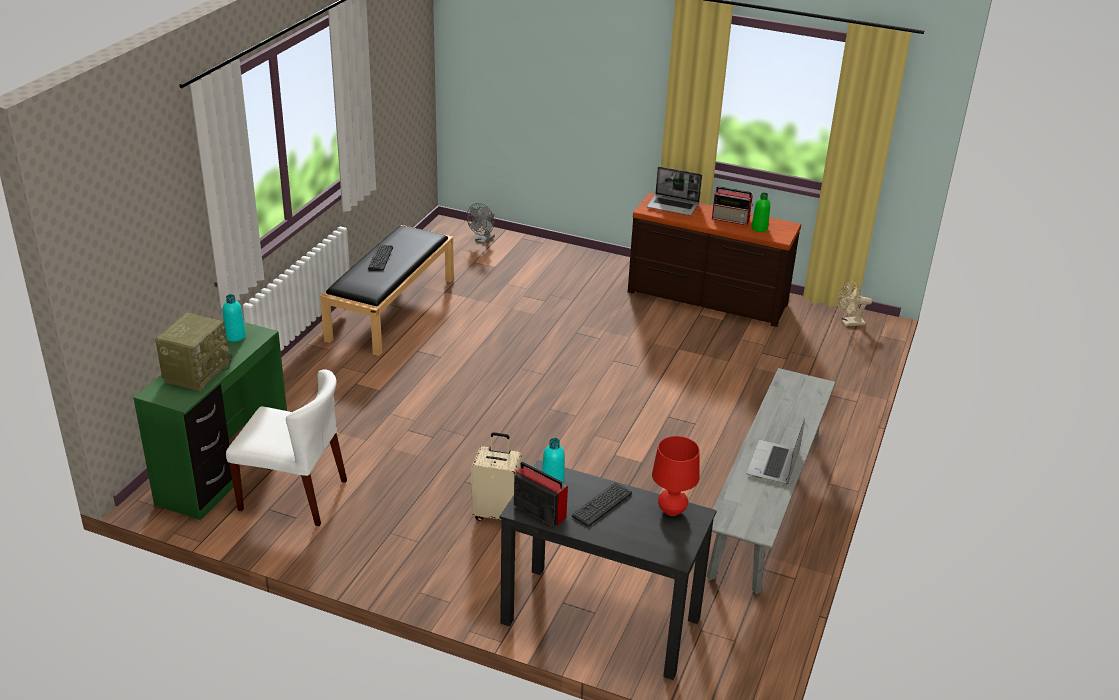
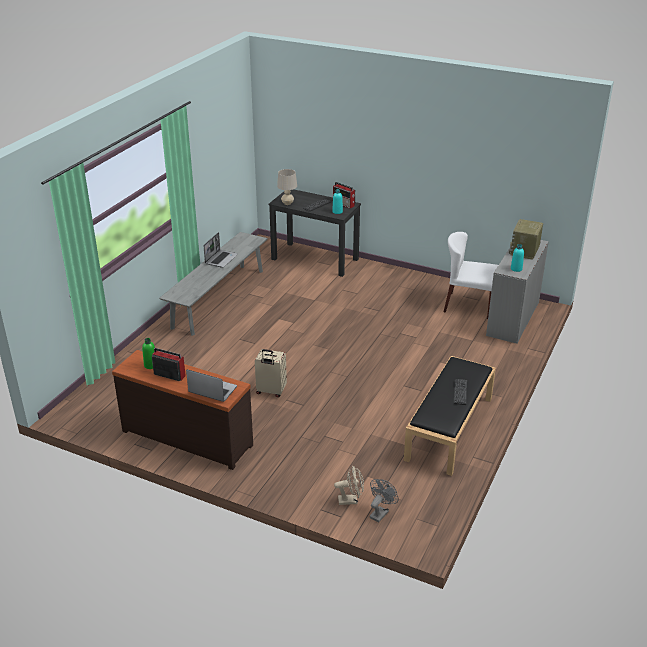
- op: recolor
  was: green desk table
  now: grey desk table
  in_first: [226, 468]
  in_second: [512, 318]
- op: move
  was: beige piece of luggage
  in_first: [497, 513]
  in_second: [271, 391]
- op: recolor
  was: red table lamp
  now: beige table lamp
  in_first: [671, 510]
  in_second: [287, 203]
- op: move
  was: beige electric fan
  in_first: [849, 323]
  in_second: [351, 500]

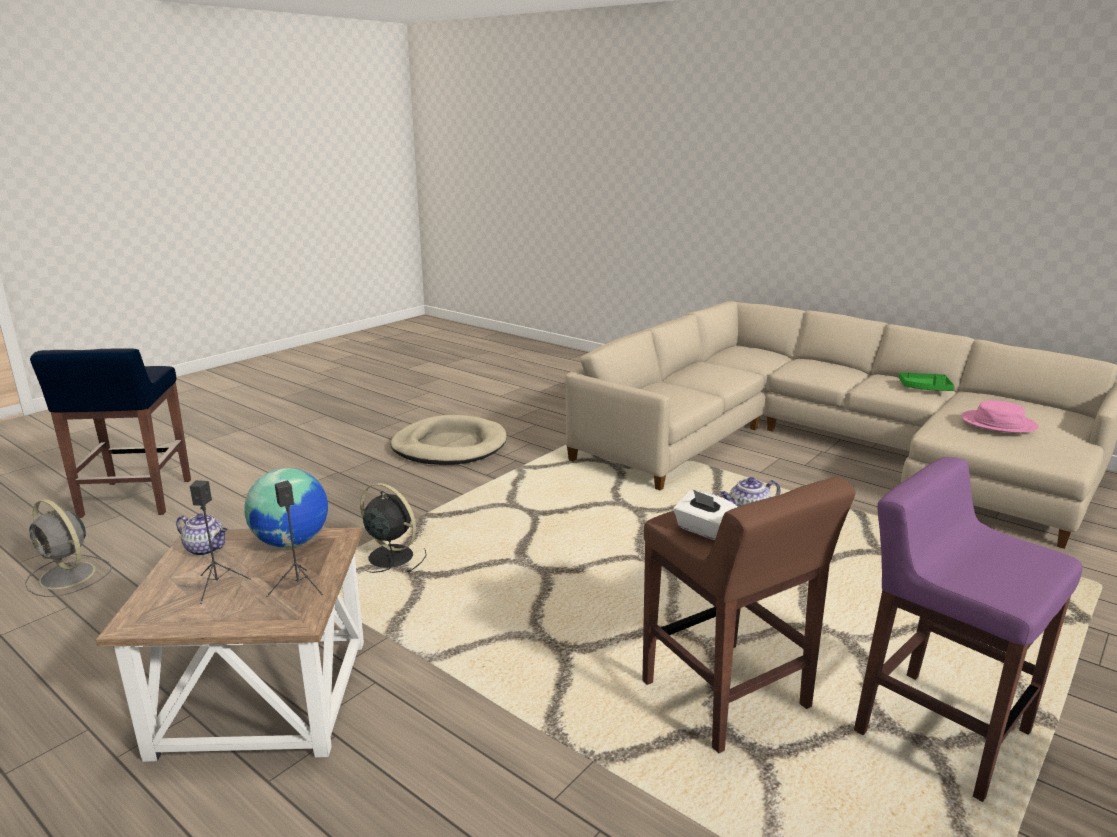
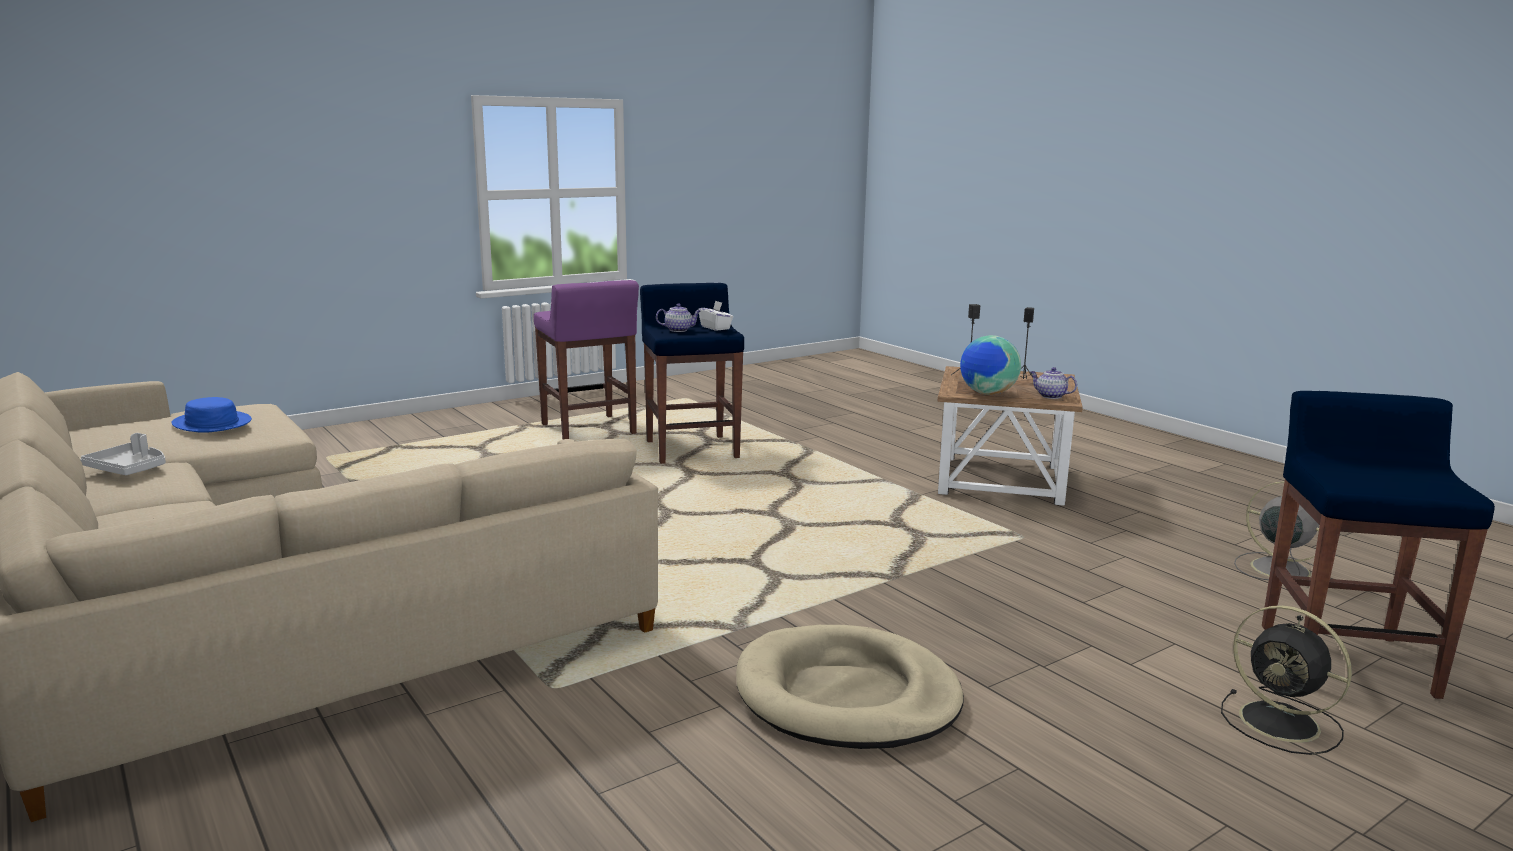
- op: move
  was: black electric fan
  in_first: [389, 556]
  in_second: [1282, 723]
- op: recolor
  was: brownish stool
  now: bluish stool
  in_first: [726, 696]
  in_second: [692, 449]
- op: recolor
  was: green tray
  now: grey tray
  in_first: [925, 388]
  in_second: [129, 469]
- op: recolor
  was: pink wearable hat
  now: bluish wearable hat
  in_first: [998, 423]
  in_second: [212, 423]

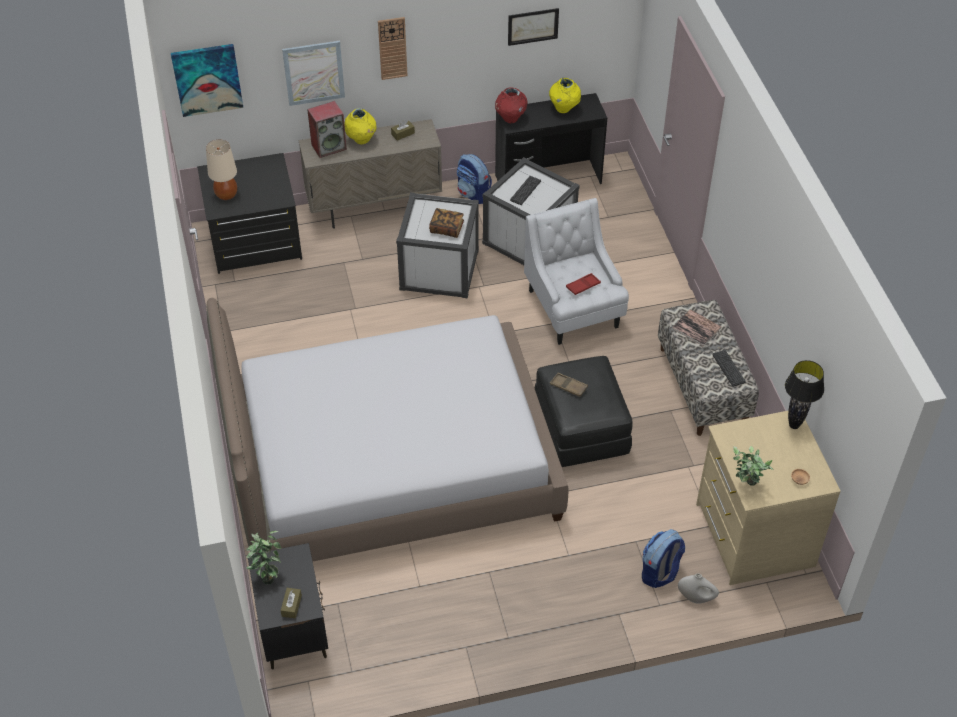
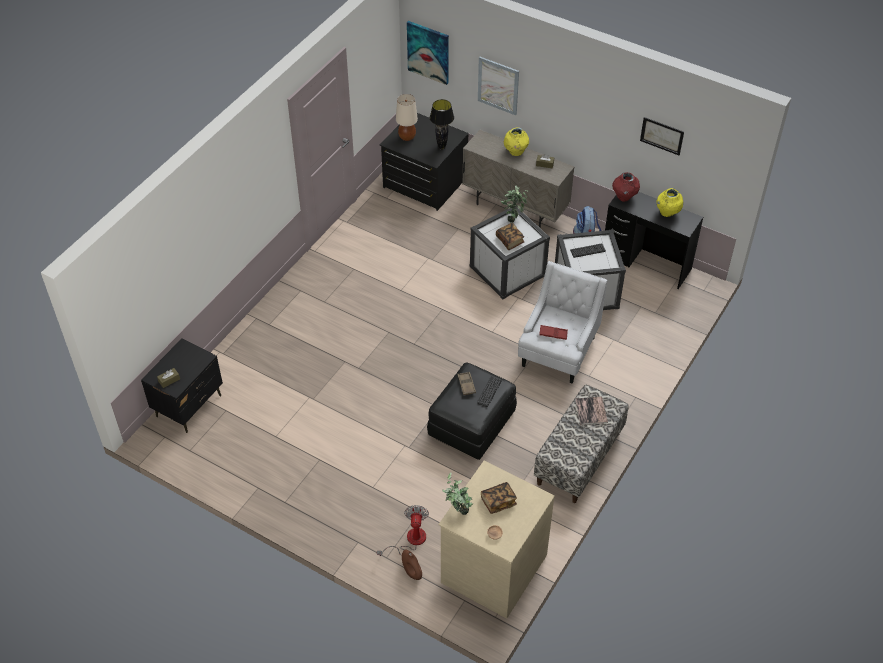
- op: delete
  was: bed
  in_first: [390, 465]
- op: move
  was: potted plant
  in_first: [267, 574]
  in_second: [513, 218]
- op: delete
  was: loudspeaker
  in_first: [329, 146]
- op: delete
  was: wall clock
  in_first: [392, 48]
- op: replace
  was: backpack
  now: electric fan
  in_first: [660, 572]
  in_second: [410, 540]
- op: recolor
  was: white decorative vase
  now: brownish decorative vase
  in_first: [696, 597]
  in_second: [412, 572]
- op: move
  was: keyboard
  in_first: [728, 368]
  in_second: [489, 391]
- op: move
  was: black table lamp
  in_first: [793, 425]
  in_second: [441, 147]
- op: insert
  now: volume
  in_second: [498, 501]

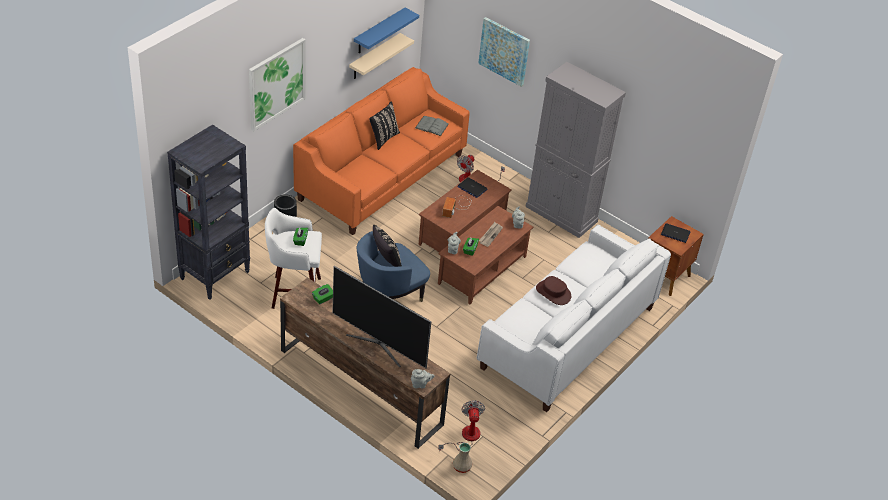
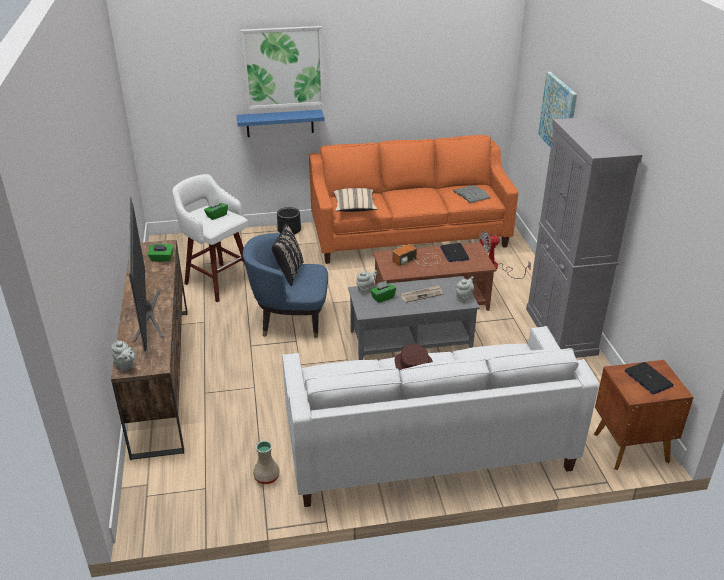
- op: delete
  was: black shelving unit
  in_first: [215, 275]
- op: delete
  was: beige wall shelf
  in_first: [374, 57]
- op: move
  was: bluish wall shelf
  in_first: [379, 31]
  in_second: [280, 123]
- op: delete
  was: black pillow
  in_first: [383, 138]
- op: recolor
  was: brownish low table
  now: grey low table
  in_first: [483, 270]
  in_second: [410, 341]
- op: delete
  was: electric fan
  in_first: [465, 437]
- op: move
  was: beige decorative vase
  in_first: [461, 467]
  in_second: [266, 477]
- op: insert
  now: beige pillow
  in_second: [354, 208]

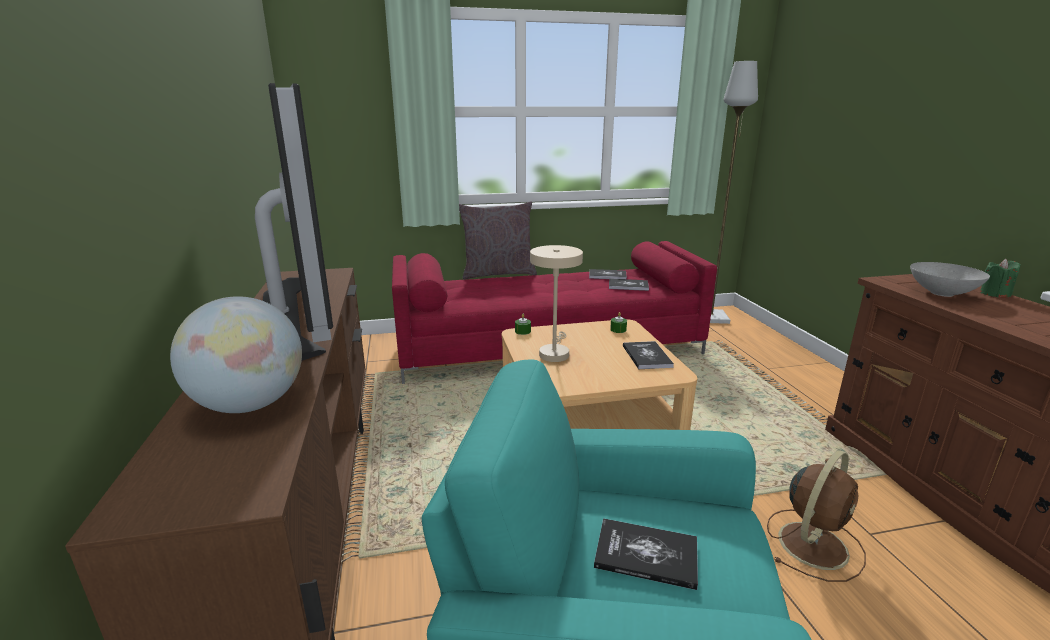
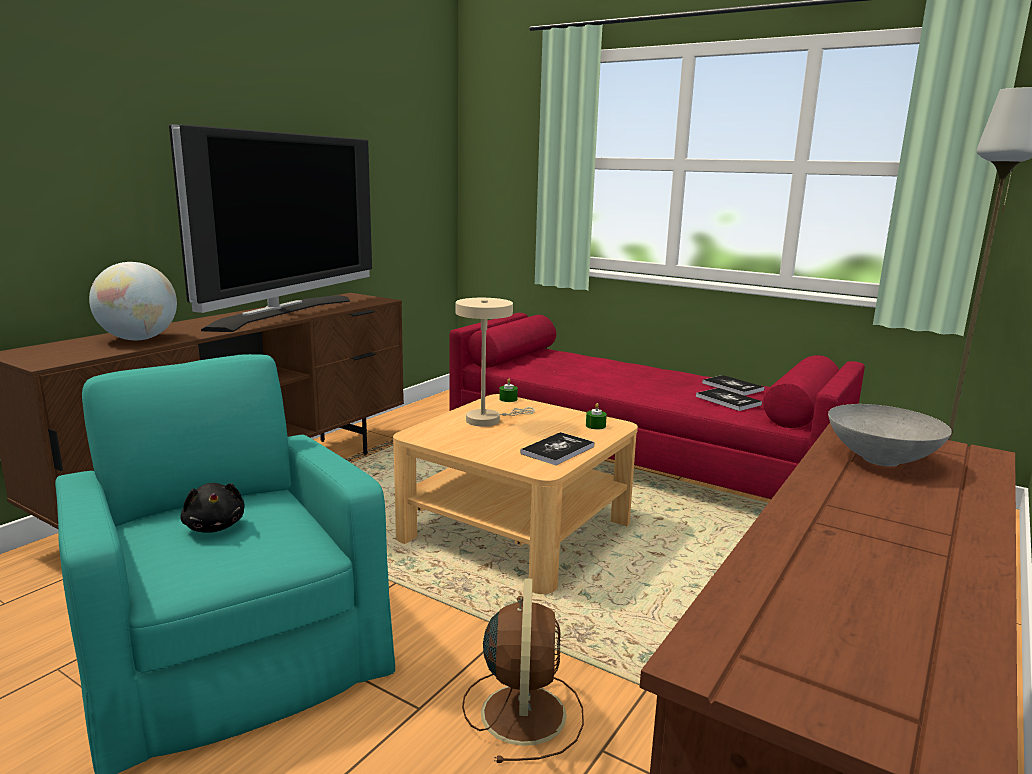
- op: delete
  was: grey pillow
  in_first: [498, 274]
- op: replace
  was: volume
  now: black soft toy
  in_first: [646, 554]
  in_second: [215, 526]
- op: rotate
  was: brownish electric fan
  in_first: [814, 543]
  in_second: [523, 711]
  clockwise: -90
- op: delete
  was: green candle
  in_first: [994, 294]

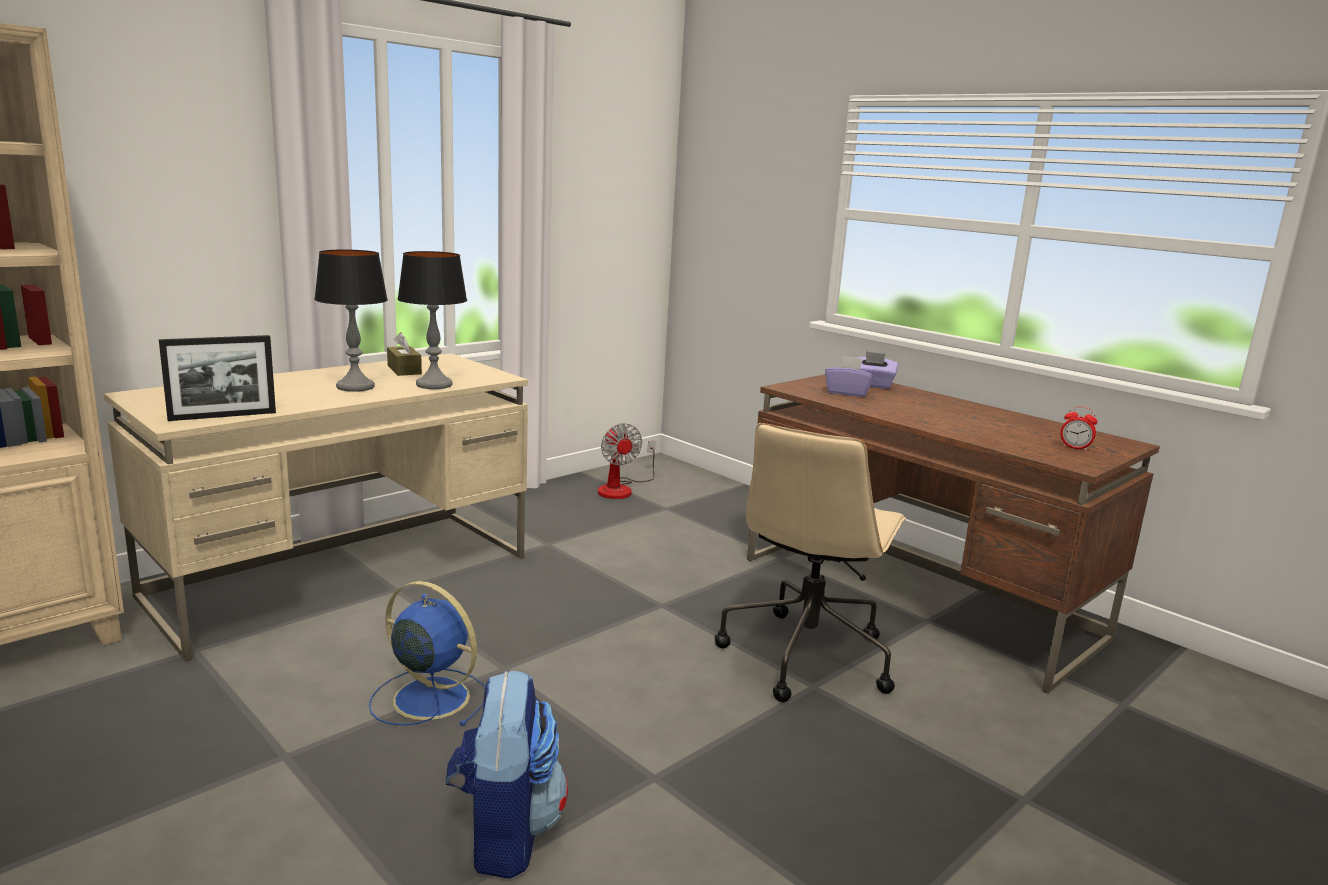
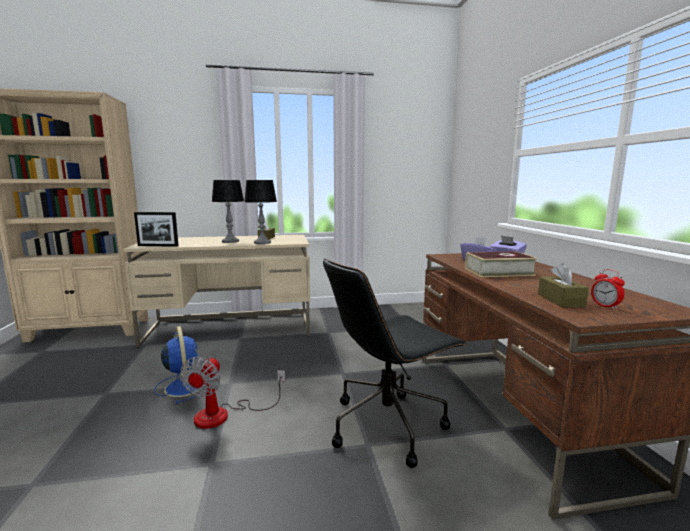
- op: delete
  was: backpack
  in_first: [504, 833]
- op: move
  was: electric fan
  in_first: [621, 489]
  in_second: [224, 415]
- op: recolor
  was: beige office chair
  now: black office chair
  in_first: [806, 655]
  in_second: [388, 424]
- op: insert
  now: volume
  in_second: [498, 272]
- op: insert
  now: brownish tissue holder
  in_second: [560, 300]

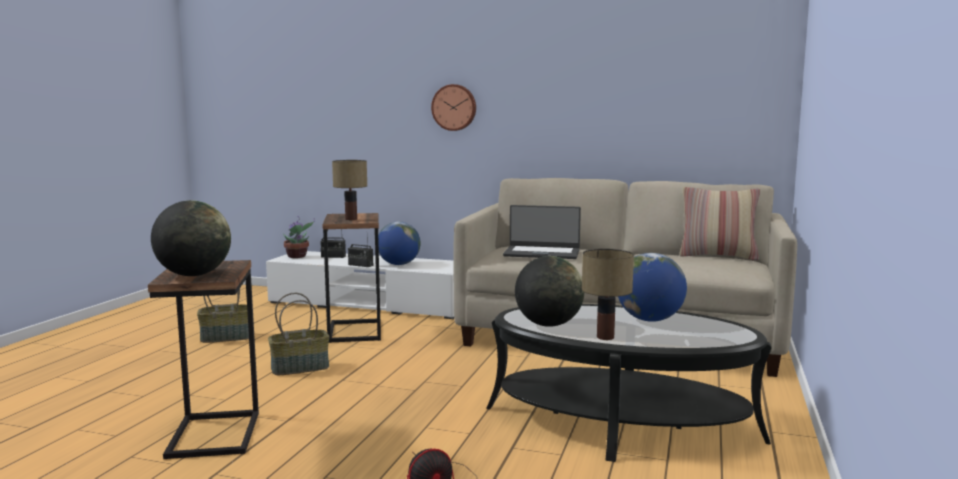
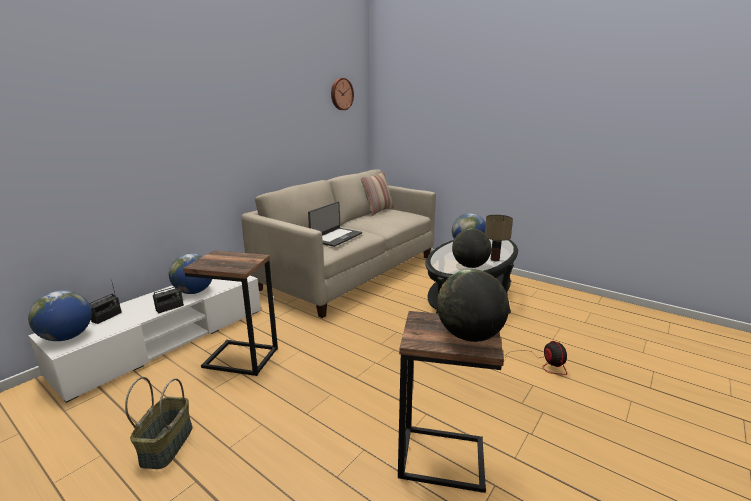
- op: delete
  was: basket
  in_first: [300, 367]
- op: replace
  was: potted plant
  now: desk globe
  in_first: [297, 256]
  in_second: [67, 337]
- op: delete
  was: table lamp
  in_first: [351, 219]
- op: move
  was: wall clock
  in_first: [454, 107]
  in_second: [341, 94]

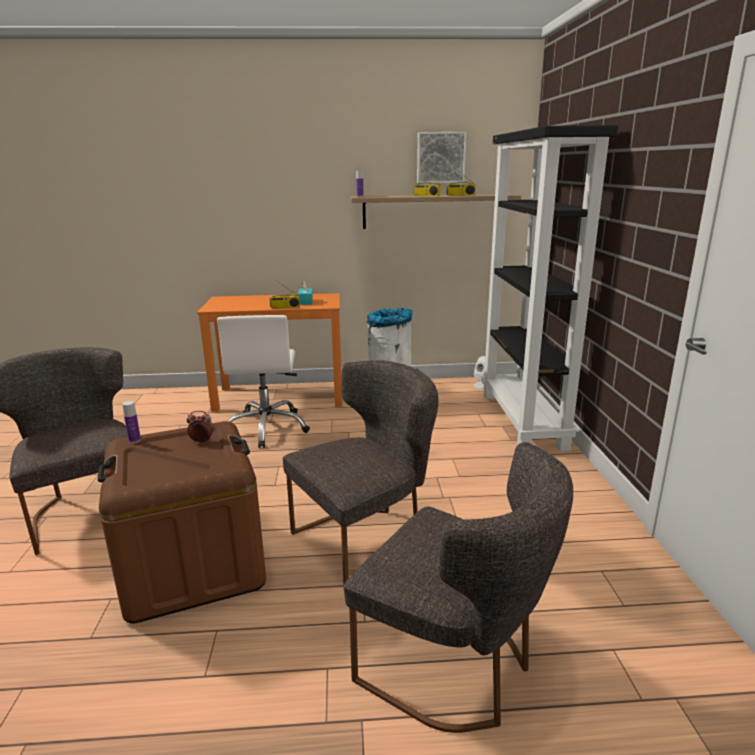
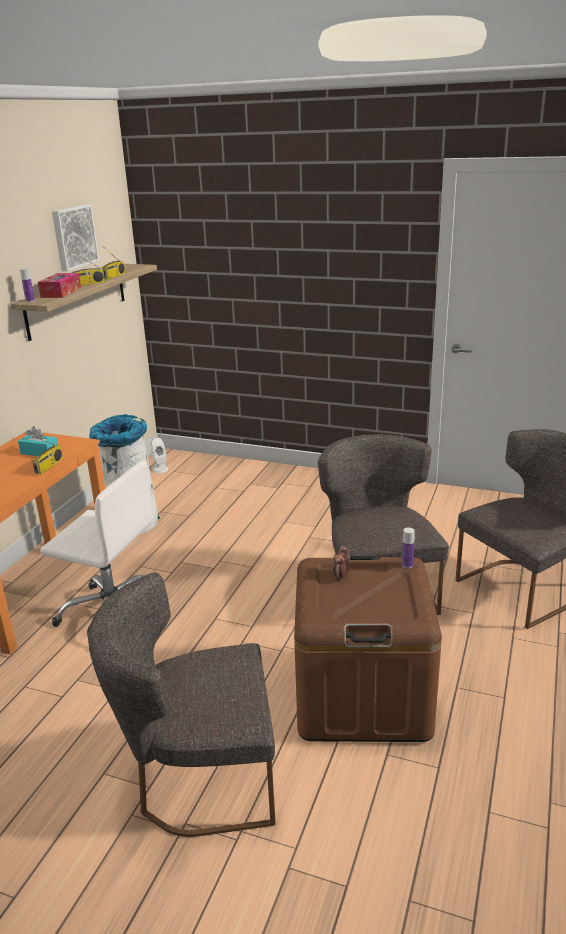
- op: move
  was: bottle
  in_first: [134, 440]
  in_second: [407, 565]
- op: delete
  was: black shelving unit
  in_first: [523, 420]
- op: insert
  now: tissue holder
  in_second: [61, 292]

